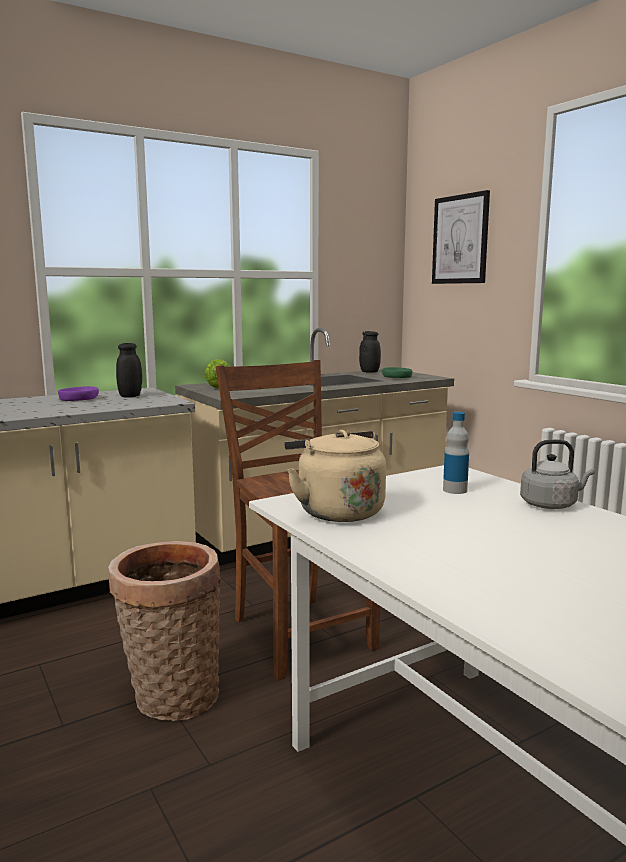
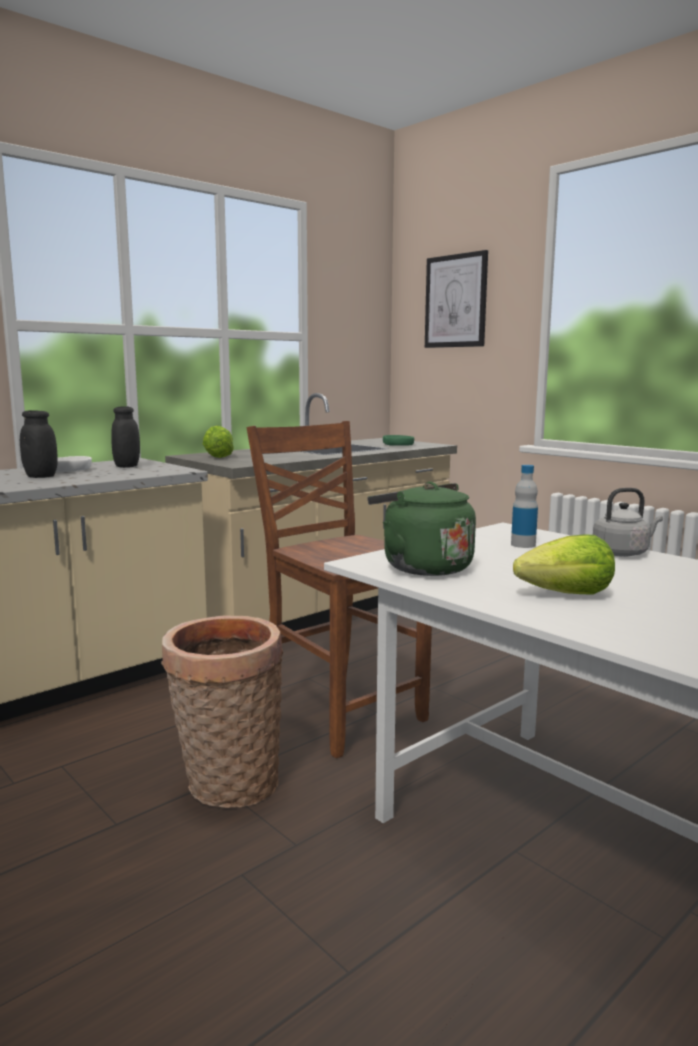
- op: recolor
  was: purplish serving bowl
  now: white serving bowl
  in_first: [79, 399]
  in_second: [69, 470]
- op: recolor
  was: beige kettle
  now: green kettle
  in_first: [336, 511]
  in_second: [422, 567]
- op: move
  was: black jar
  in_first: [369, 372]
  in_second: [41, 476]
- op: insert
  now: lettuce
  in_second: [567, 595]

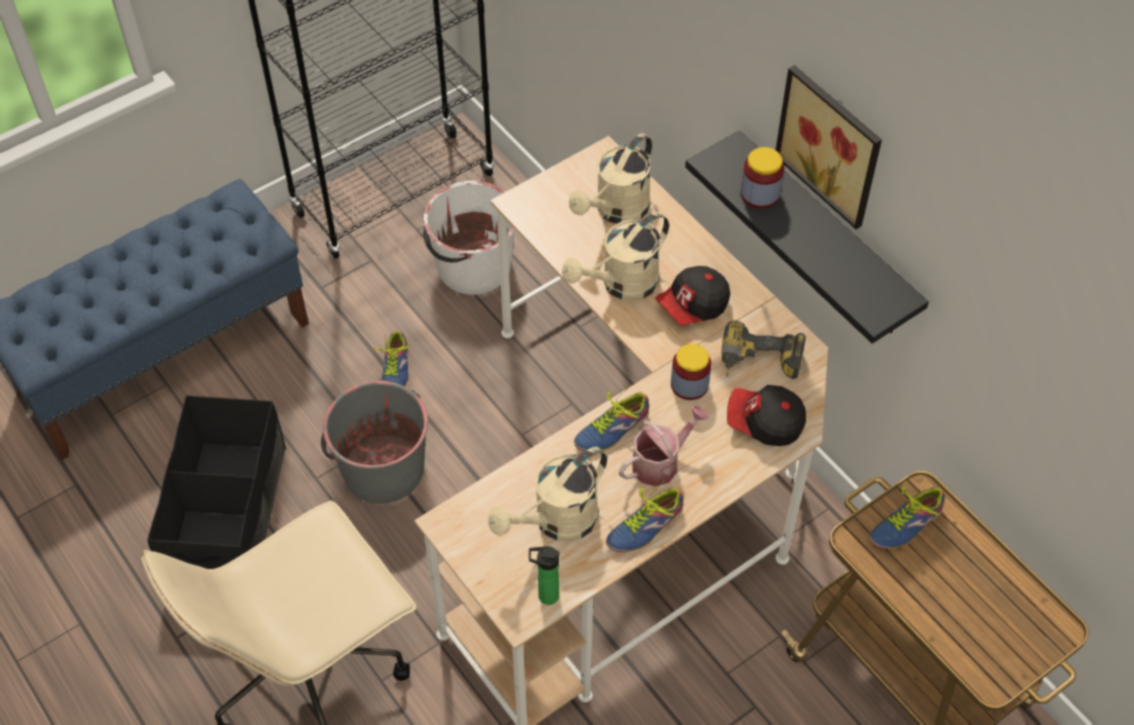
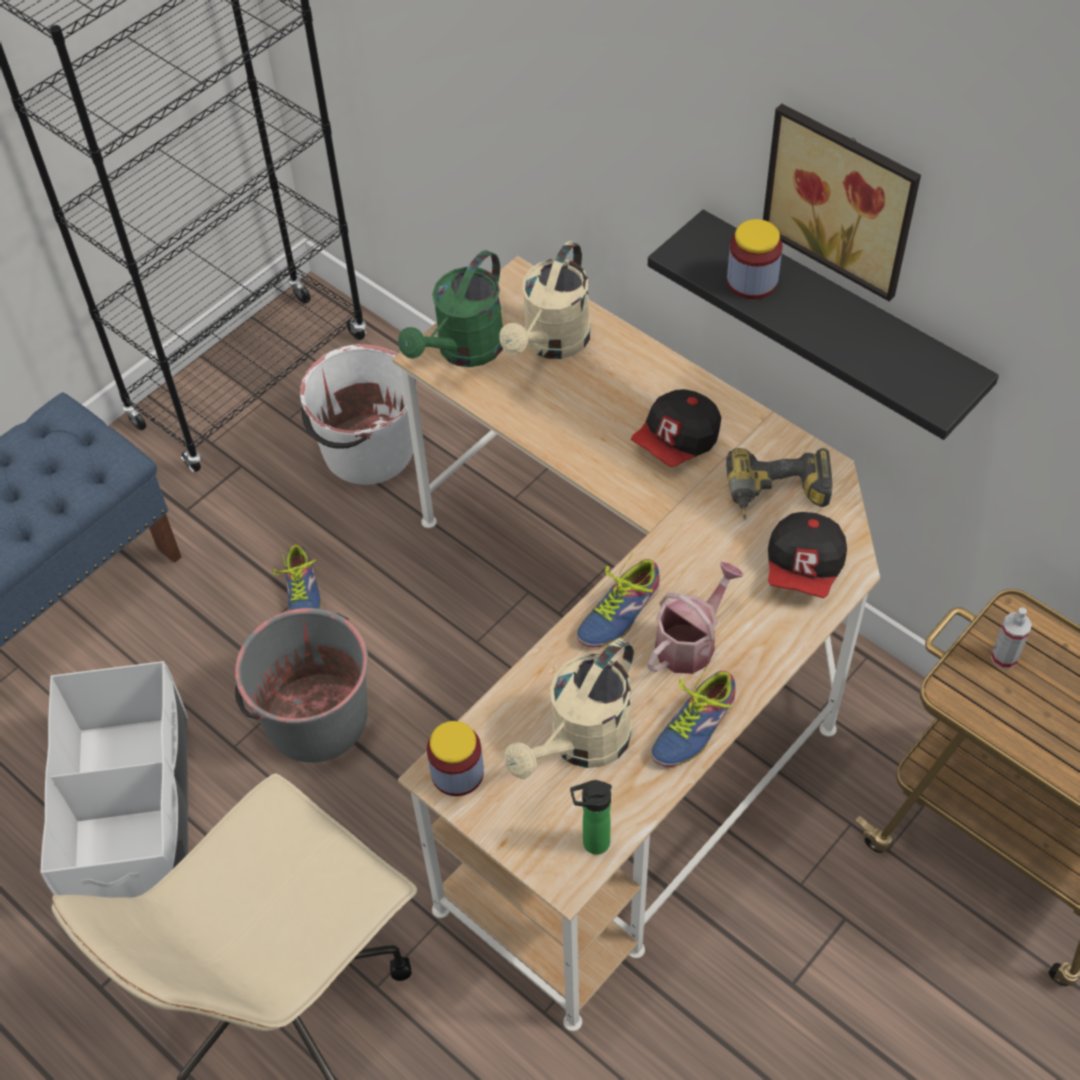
- op: recolor
  was: black storage box
  now: white storage box
  in_first: [229, 515]
  in_second: [134, 815]
- op: delete
  was: beige watering pot
  in_first: [621, 285]
- op: move
  was: jar
  in_first: [689, 384]
  in_second: [457, 773]
- op: rotate
  was: cap
  in_first: [764, 423]
  in_second: [804, 568]
  clockwise: -75
- op: replace
  was: shoe
  now: spray bottle
  in_first: [903, 522]
  in_second: [1004, 657]
- op: insert
  now: green watering pot
  in_second: [463, 351]

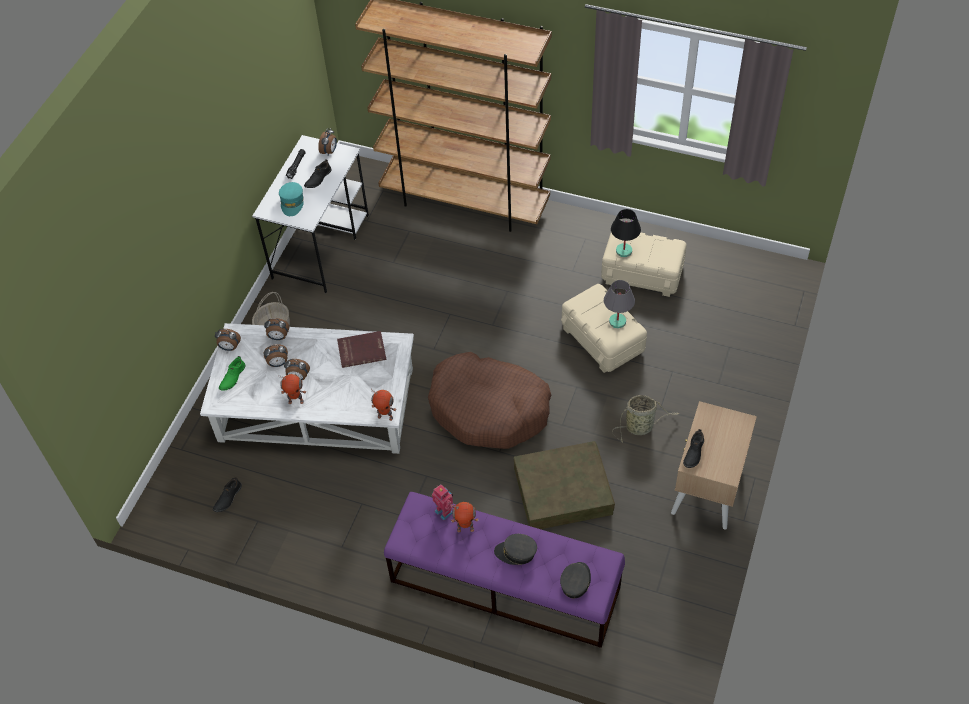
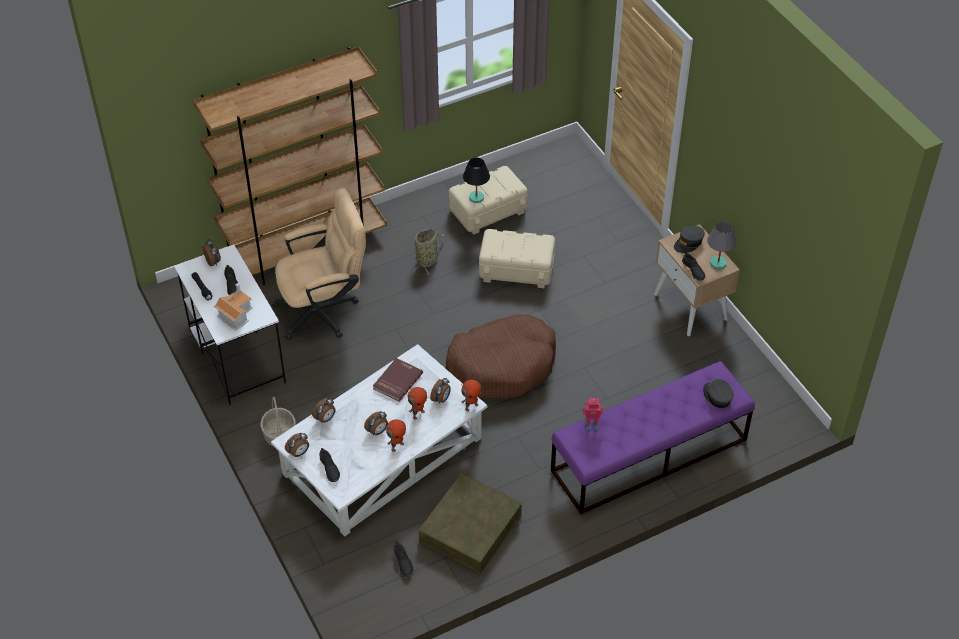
- op: recolor
  was: green shoe
  now: black shoe
  in_first: [232, 377]
  in_second: [329, 469]
- op: move
  was: alarm clock
  in_first: [278, 363]
  in_second: [441, 399]
- op: replace
  was: turquoise-coloured cap
  now: miniature house
  in_first: [292, 202]
  in_second: [235, 314]
- op: move
  was: toy robot
  in_first: [465, 528]
  in_second: [418, 414]
- op: move
  was: grey cap
  in_first: [516, 553]
  in_second: [688, 243]
- op: move
  was: brownish storage box
  in_first: [562, 490]
  in_second: [470, 528]
- op: move
  was: grey table lamp
  in_first: [617, 321]
  in_second: [717, 263]
- op: move
  was: basket
  in_first: [641, 427]
  in_second: [428, 260]
- op: insert
  now: beige office chair
  in_second: [324, 311]

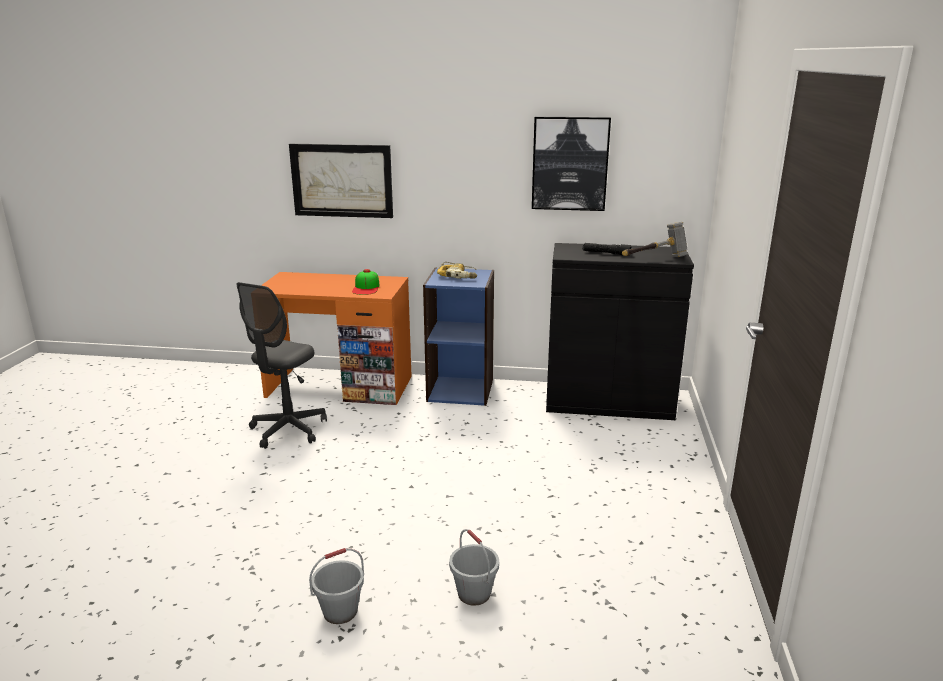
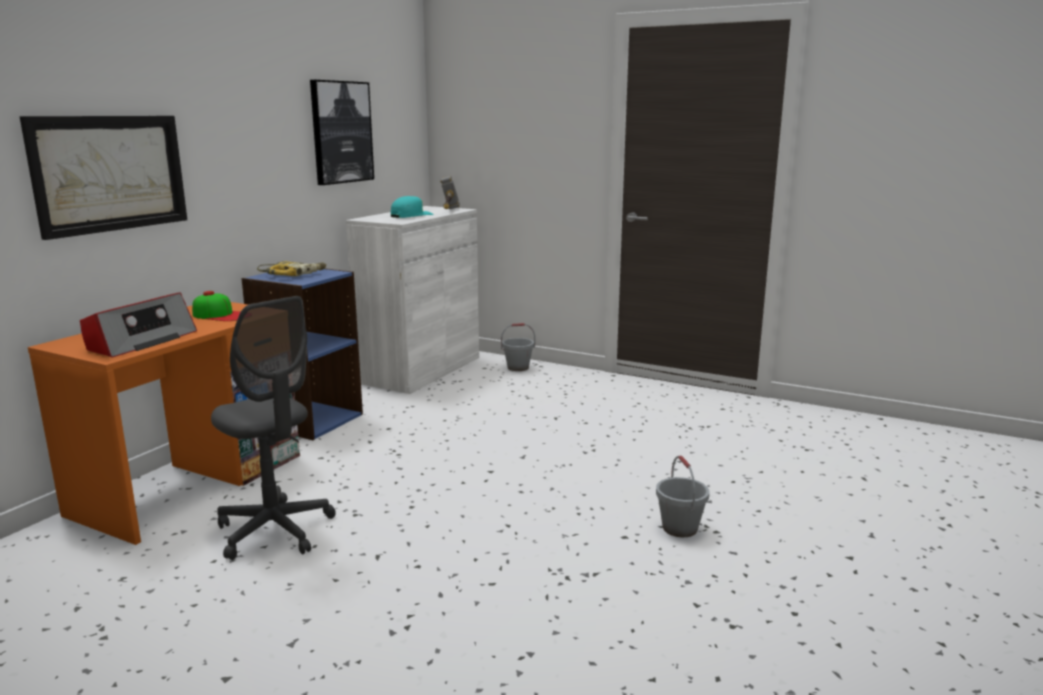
- op: move
  was: grey water bucket
  in_first: [473, 594]
  in_second: [518, 368]
- op: recolor
  was: black storage cabinet
  now: white storage cabinet
  in_first: [608, 402]
  in_second: [420, 370]
- op: replace
  was: black torch
  now: turquoise-coloured cap
  in_first: [606, 253]
  in_second: [411, 215]
- op: insert
  now: radio
  in_second: [140, 341]

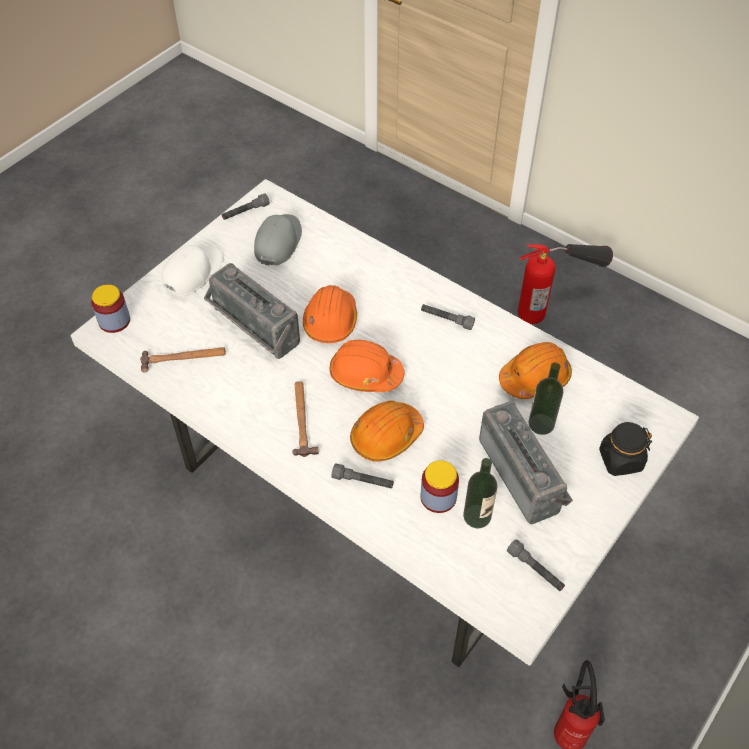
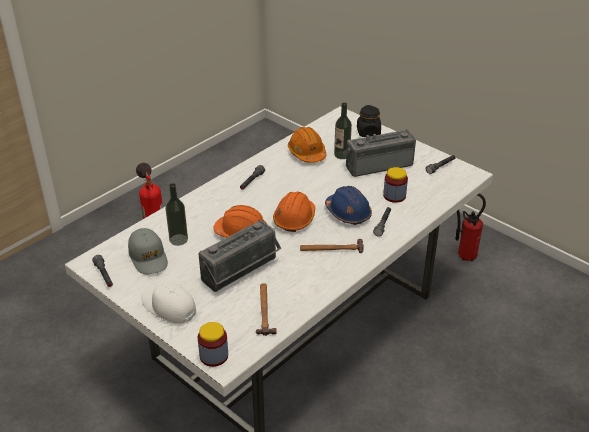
- op: rotate
  was: grey cap
  in_first: [278, 242]
  in_second: [148, 257]
  clockwise: -135
- op: recolor
  was: orangey work helmet
  now: bluish work helmet
  in_first: [386, 436]
  in_second: [348, 213]
- op: move
  was: bottle
  in_first: [477, 516]
  in_second: [178, 239]

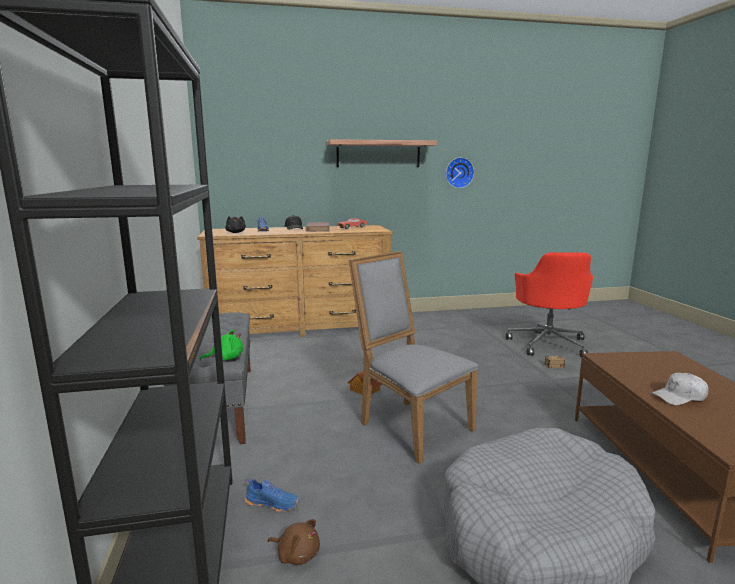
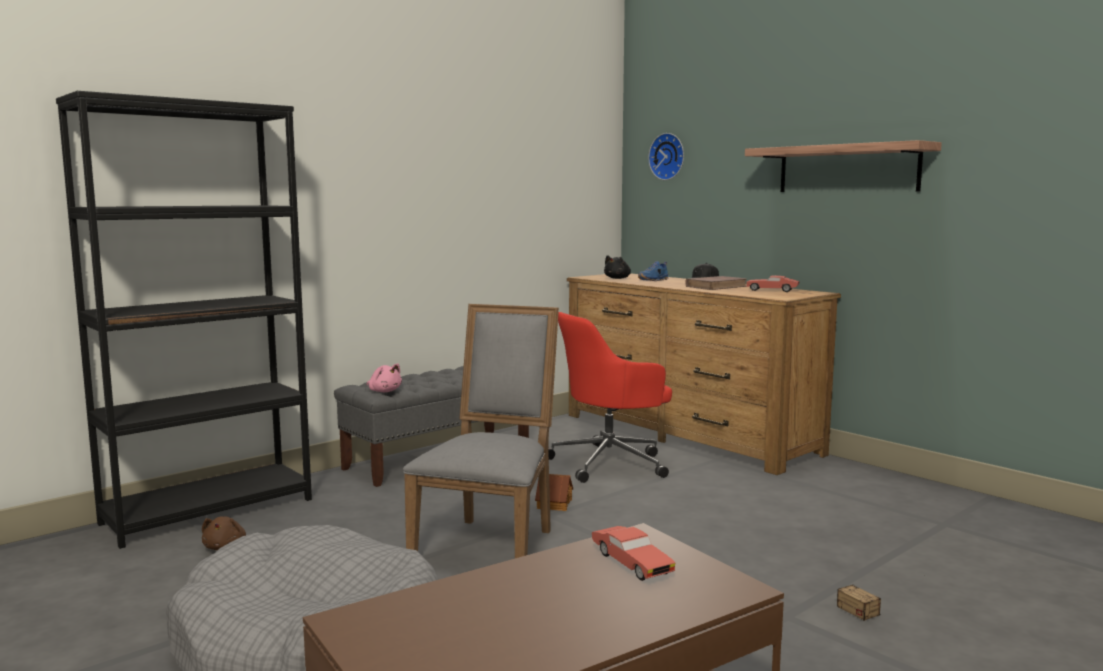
- op: recolor
  was: green soft toy
  now: pink soft toy
  in_first: [226, 358]
  in_second: [384, 391]
- op: delete
  was: bluish shoe
  in_first: [273, 503]
- op: move
  was: wall clock
  in_first: [459, 172]
  in_second: [668, 156]
- op: move
  was: red office chair
  in_first: [548, 343]
  in_second: [610, 463]
- op: delete
  was: white cap
  in_first: [680, 397]
- op: insert
  now: red model car
  in_second: [631, 563]

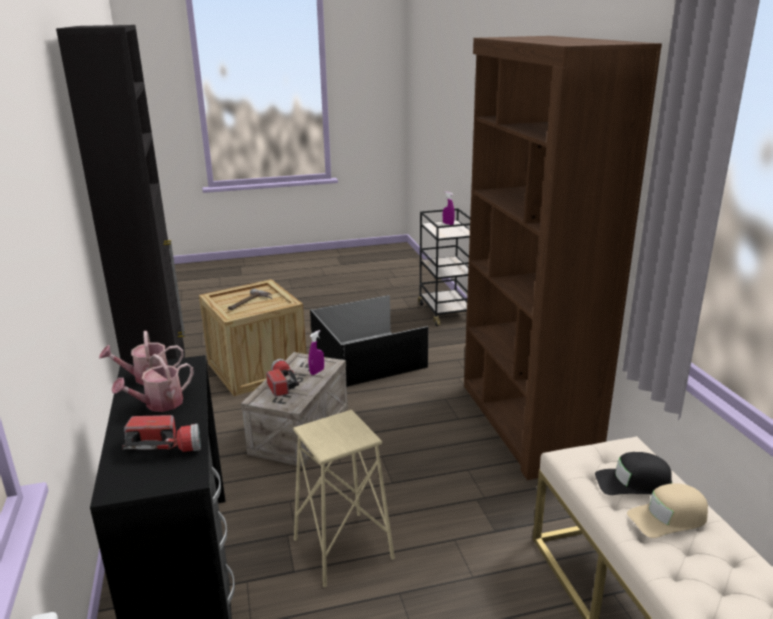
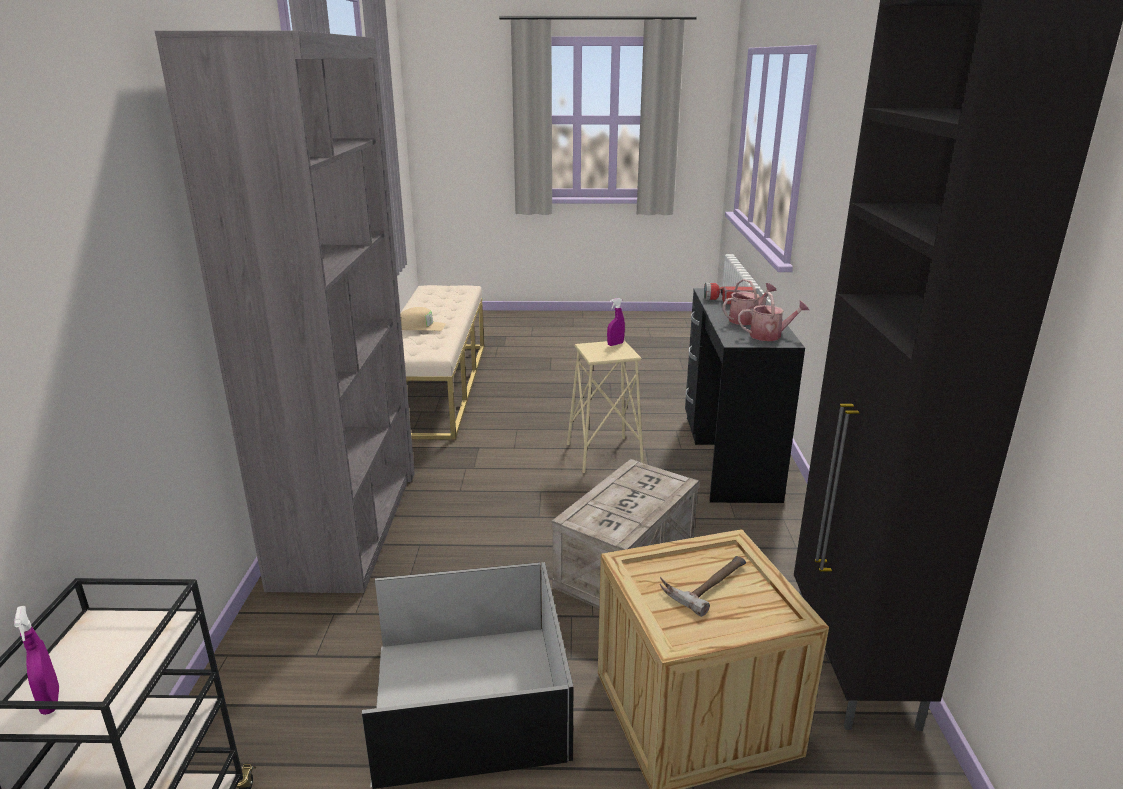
- op: delete
  was: torch
  in_first: [281, 384]
- op: move
  was: purplish spray bottle
  in_first: [317, 372]
  in_second: [615, 344]
- op: recolor
  was: brownish shelving unit
  now: grey shelving unit
  in_first: [525, 423]
  in_second: [348, 525]
- op: delete
  was: black cap
  in_first: [633, 483]

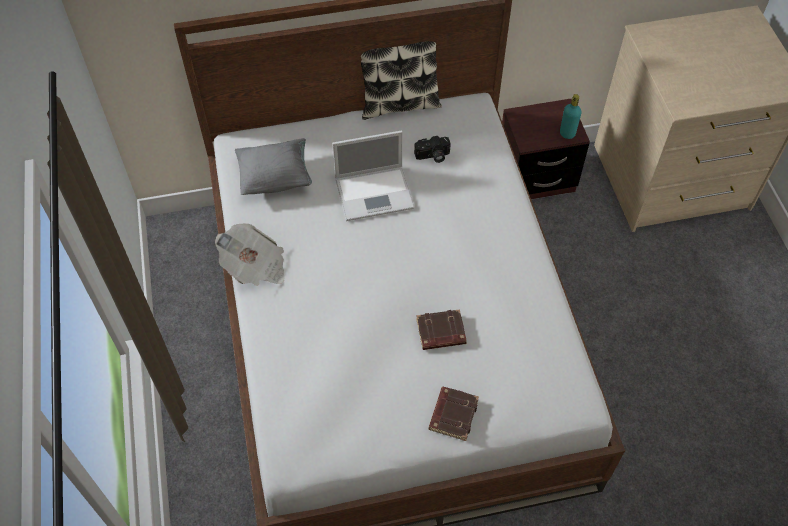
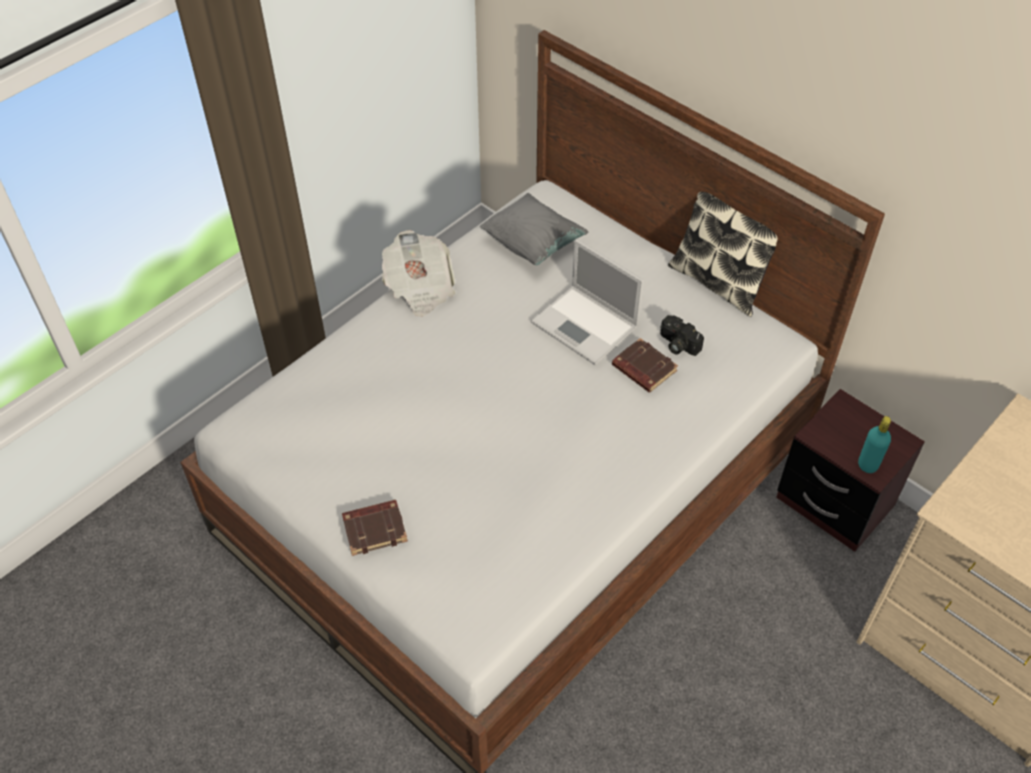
- op: move
  was: brownish volume
  in_first: [440, 333]
  in_second: [643, 369]

